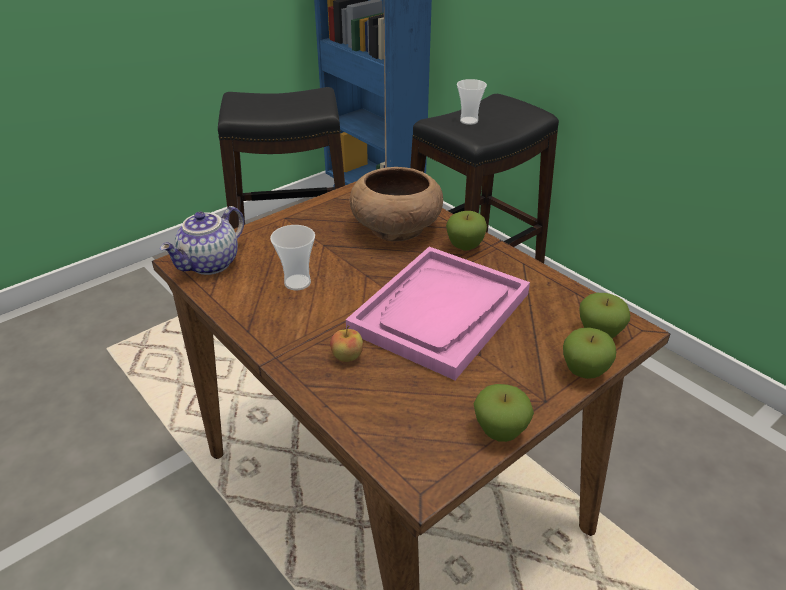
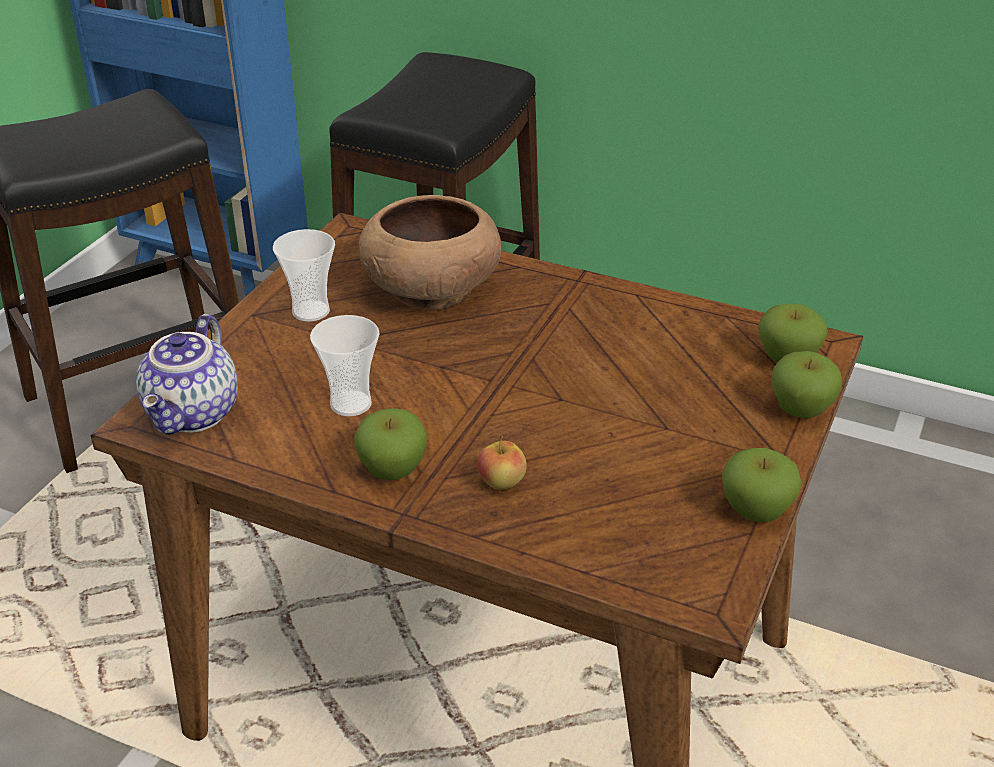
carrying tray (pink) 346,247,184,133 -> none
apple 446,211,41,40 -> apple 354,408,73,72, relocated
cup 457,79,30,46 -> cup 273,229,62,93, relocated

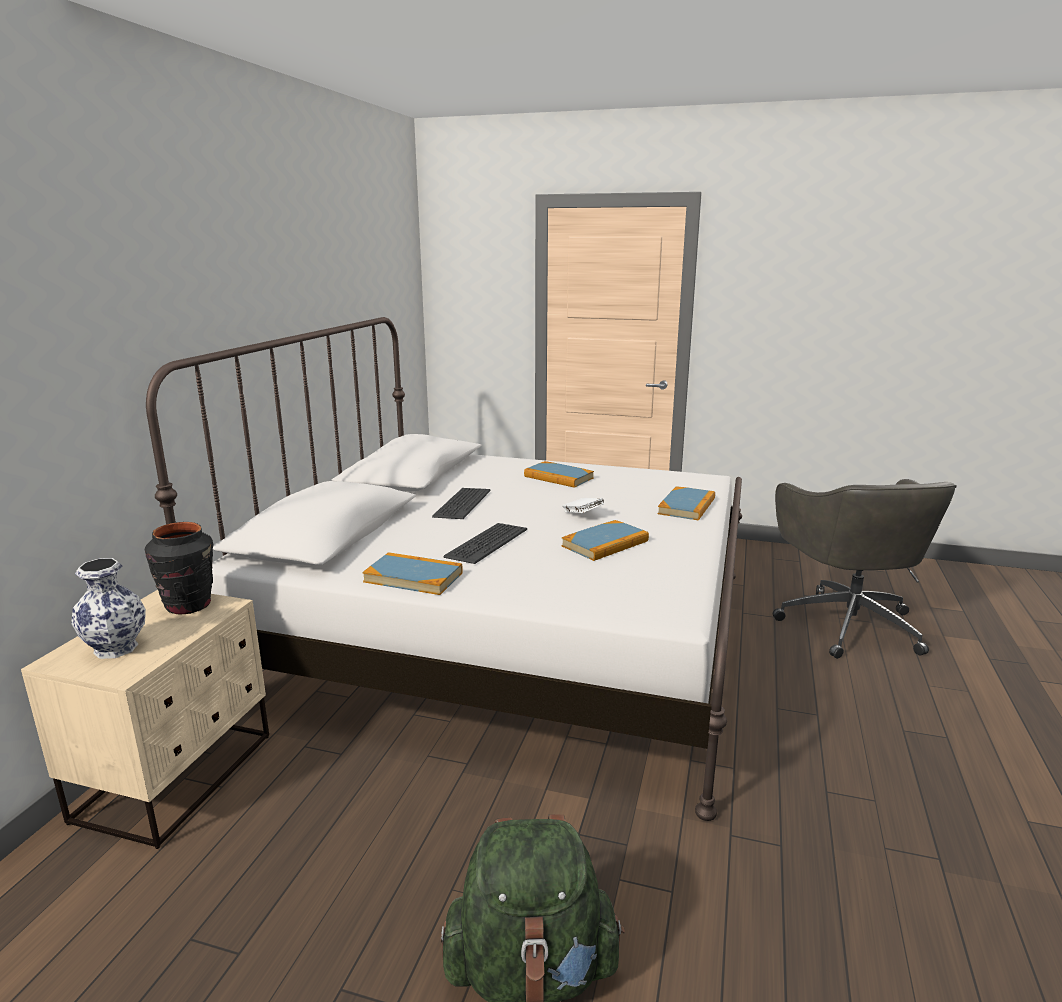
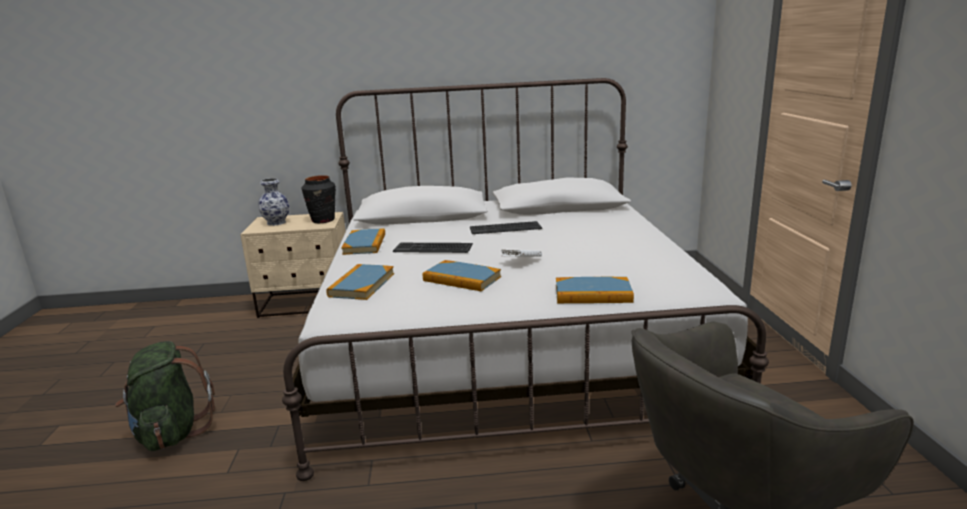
bound book 524,461,70,27 -> bound book 326,264,68,36, relocated

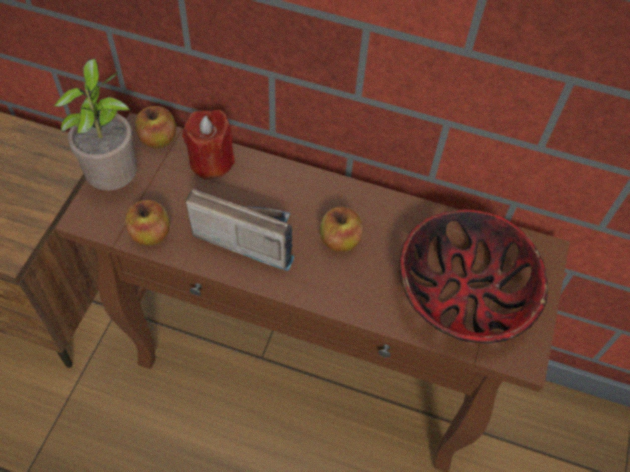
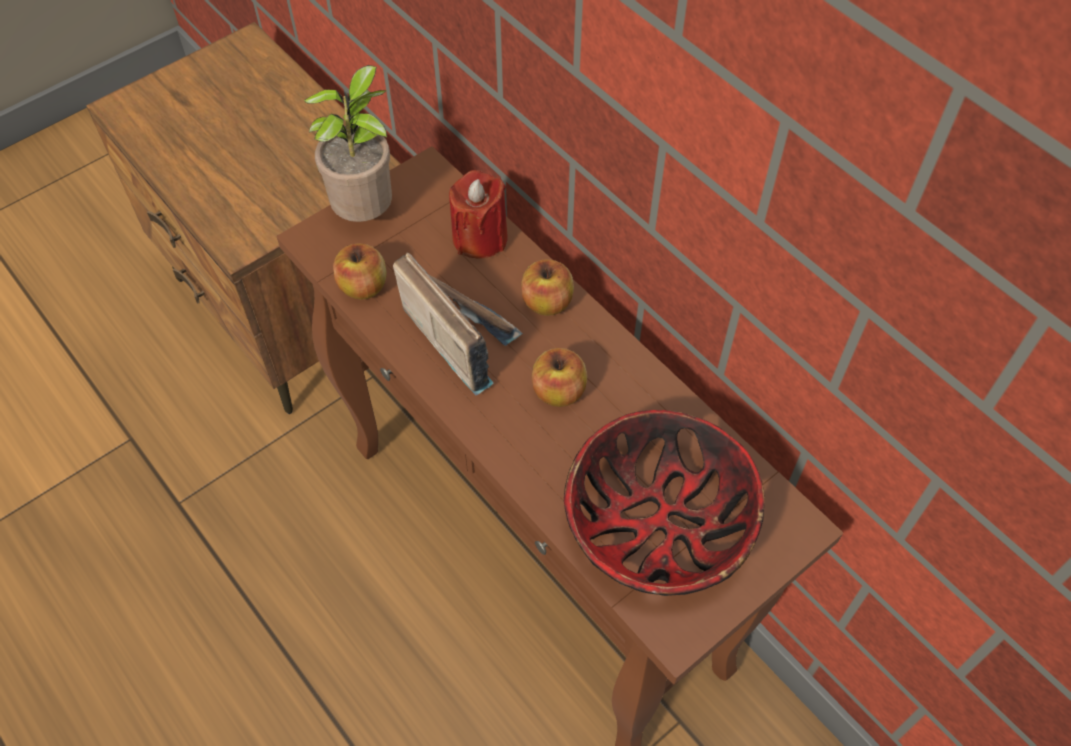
apple 135,106,41,42 -> apple 521,259,53,57, relocated

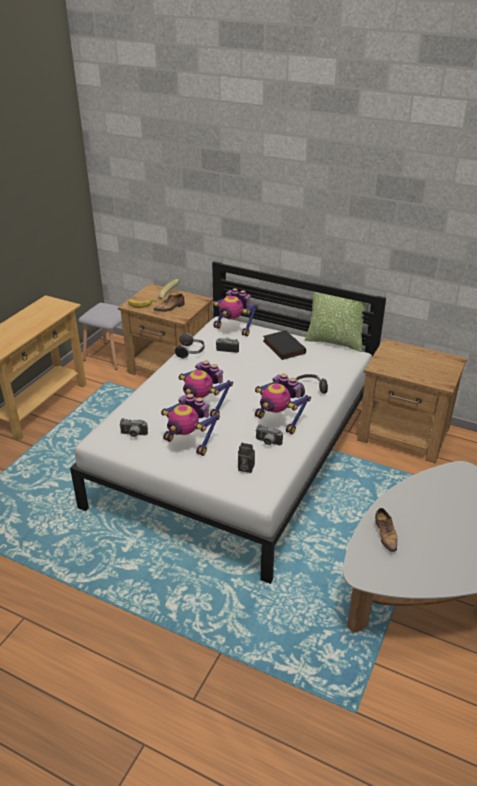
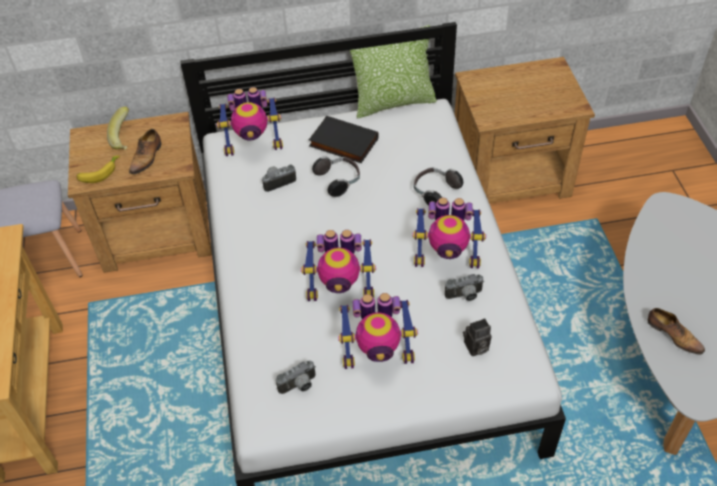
headset 175,333,29,26 -> headset 312,156,48,41, relocated

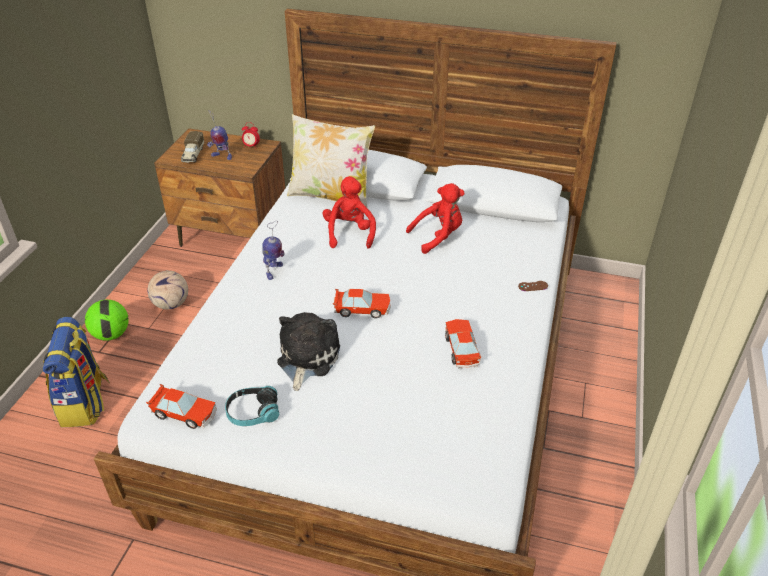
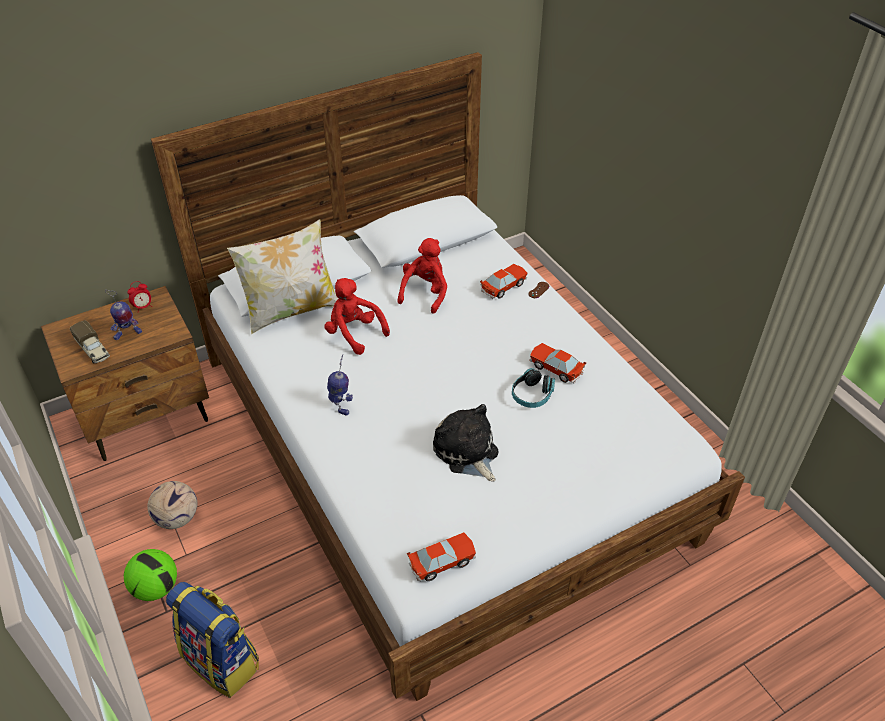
headset 225,386,54,40 -> headset 512,368,43,40, relocated
miniature car 333,289,58,29 -> miniature car 480,264,48,35, relocated

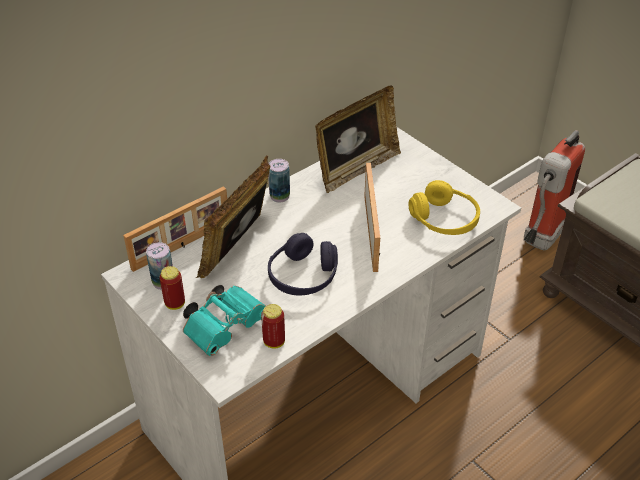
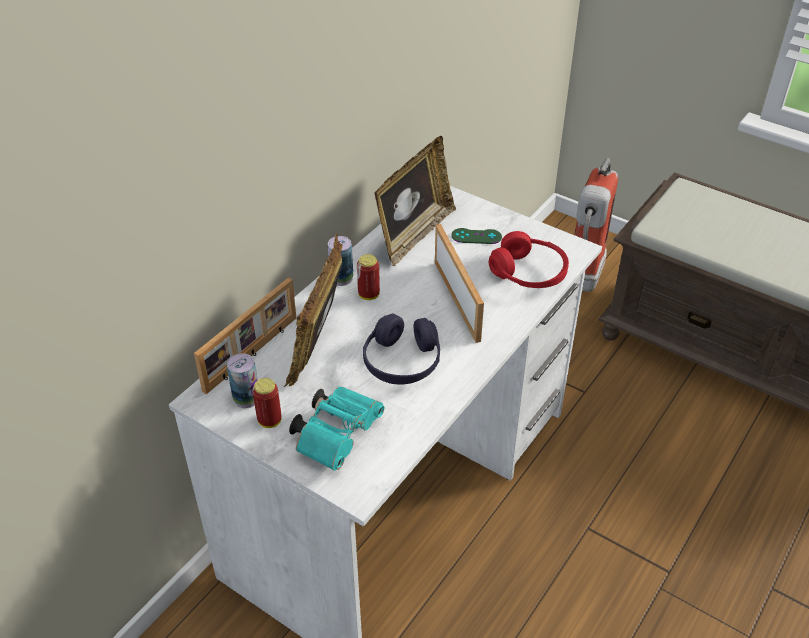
sealed can 261,304,24,45 -> sealed can 357,254,23,46, relocated
headset (yellow-coloured) 409,180,71,55 -> headset (reddish) 489,231,80,57
none -> game controller (green) 451,228,51,16

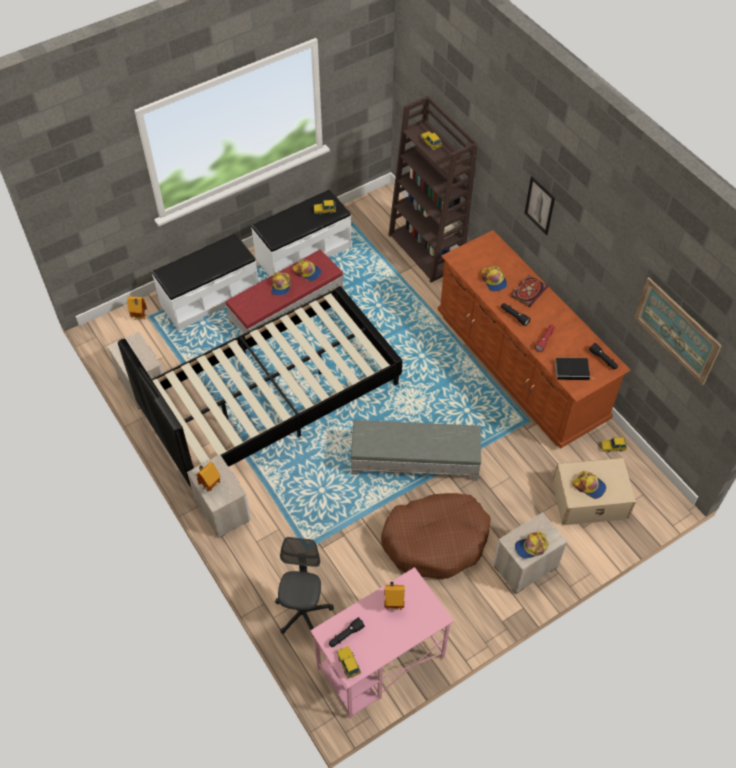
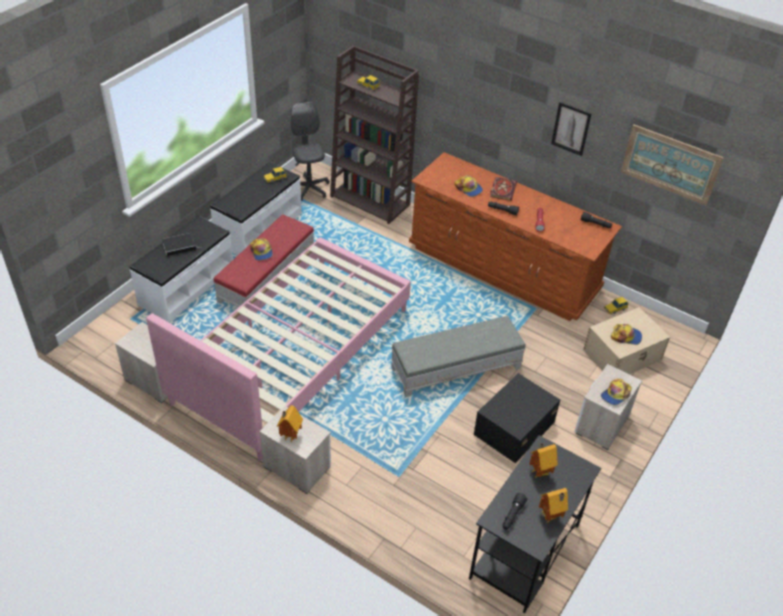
sleeping bed (blackish) 118,286,284,200 -> sleeping bed (pink) 146,237,265,224
model house 127,296,20,24 -> model house 539,488,29,34, relocated
desk chair (grey) 275,537,59,100 -> desk chair (grey) 291,102,39,99, relocated
cap 293,259,29,22 -> none
desk table (pink) 310,567,144,152 -> desk table (blackish) 469,435,132,178
miniature car 337,646,24,33 -> none
dog cushion (brown) 381,493,110,86 -> storage container (blackish) 474,373,86,90
wall art 524,176,31,59 -> wall art 551,102,40,54, relocated
bound book 555,358,38,22 -> bound book 162,233,34,23, relocated

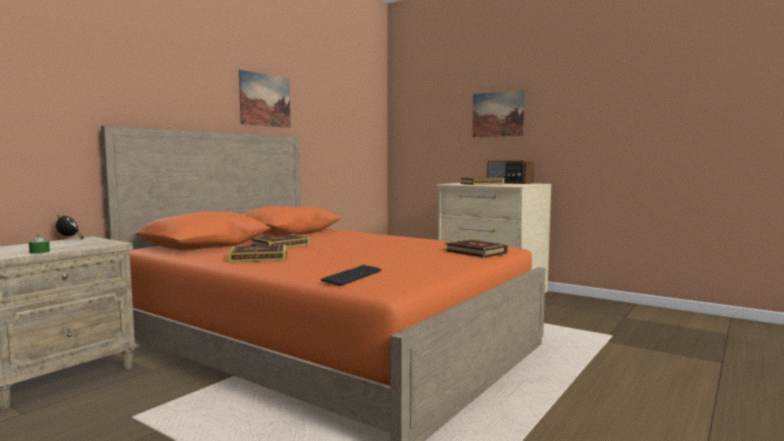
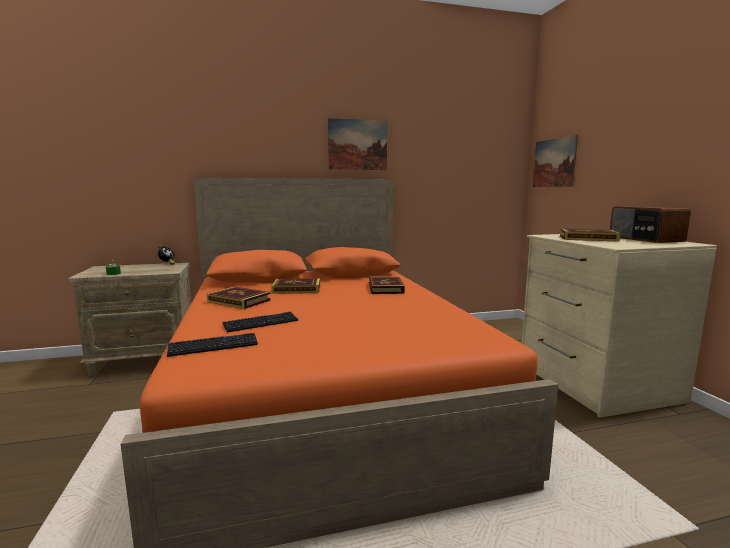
bound book 444,239,64,19 -> bound book 369,276,36,18, relocated
wall art 472,90,53,47 -> wall art 533,135,45,52, relocated
none -> computer keyboard 222,312,76,20

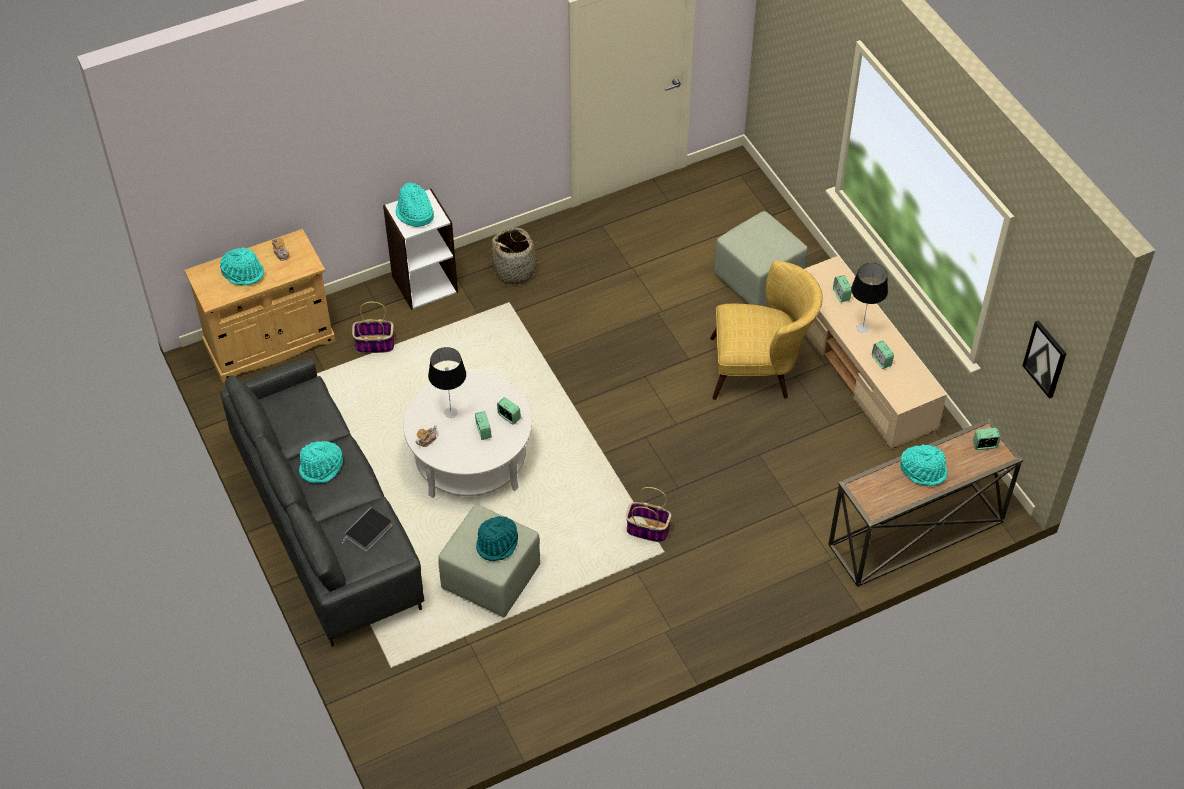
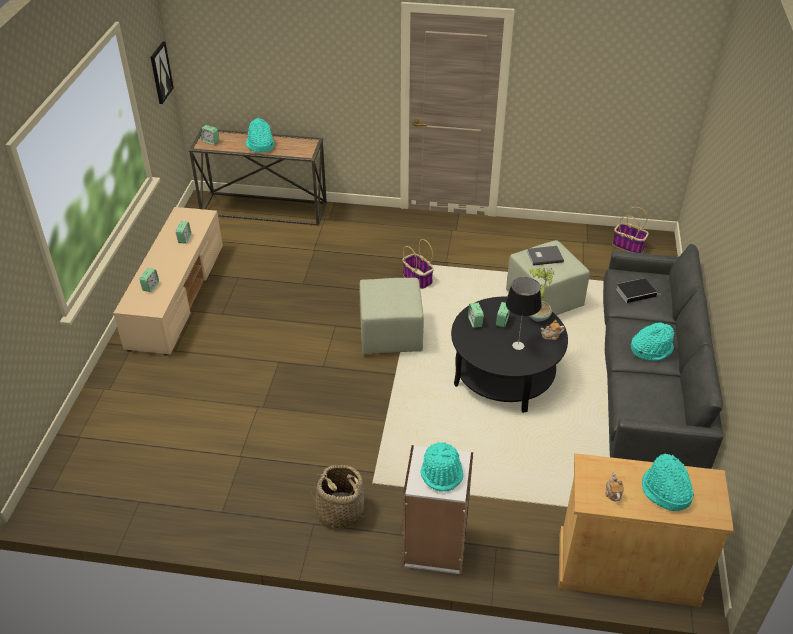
storage basket 352,302,42,51 -> storage basket 612,207,37,46, relocated
coffee table (white) 403,371,129,127 -> coffee table (blackish) 451,297,117,116
hat (turquoise) 476,516,42,45 -> bound book (grey) 527,246,37,20
armchair (yellow-coloured) 710,261,113,139 -> none
pouffe (green) 714,211,94,95 -> pouffe (green) 359,278,65,76, relocated
lamp for a table 851,263,37,70 -> none
none -> plant in a pot 529,267,25,54

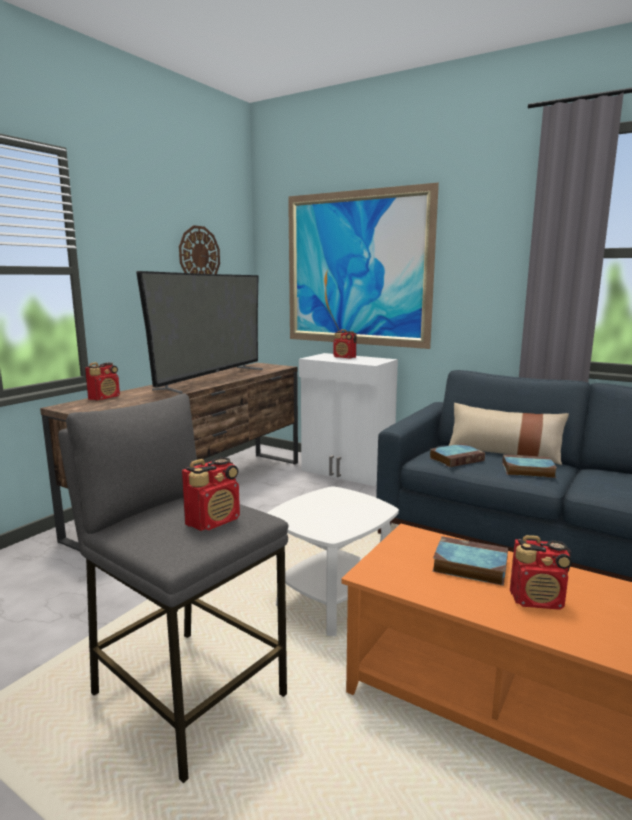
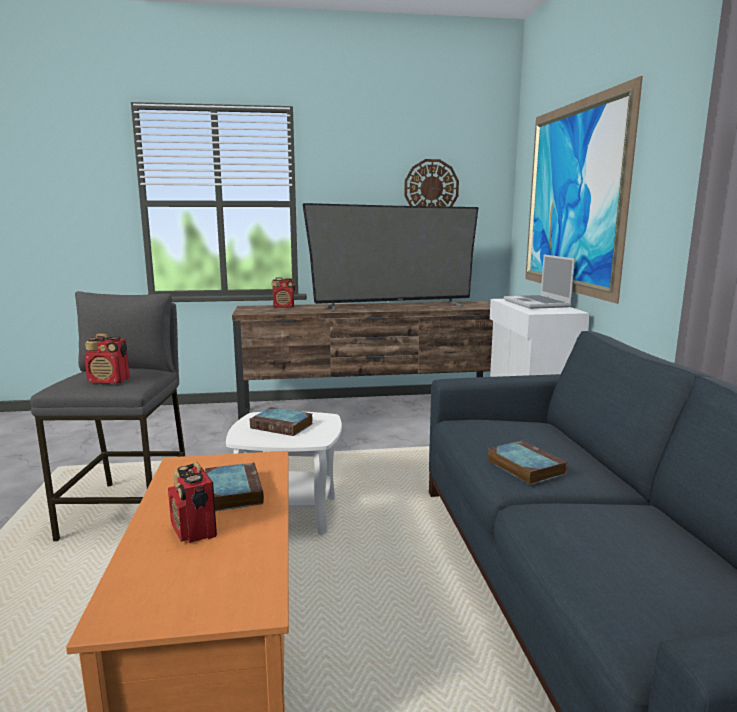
radio 333,329,24,30 -> laptop 504,254,71,55
bound book 430,444,55,23 -> bound book 250,407,63,29, relocated
cushion (beige-coloured) 449,403,120,62 -> none

